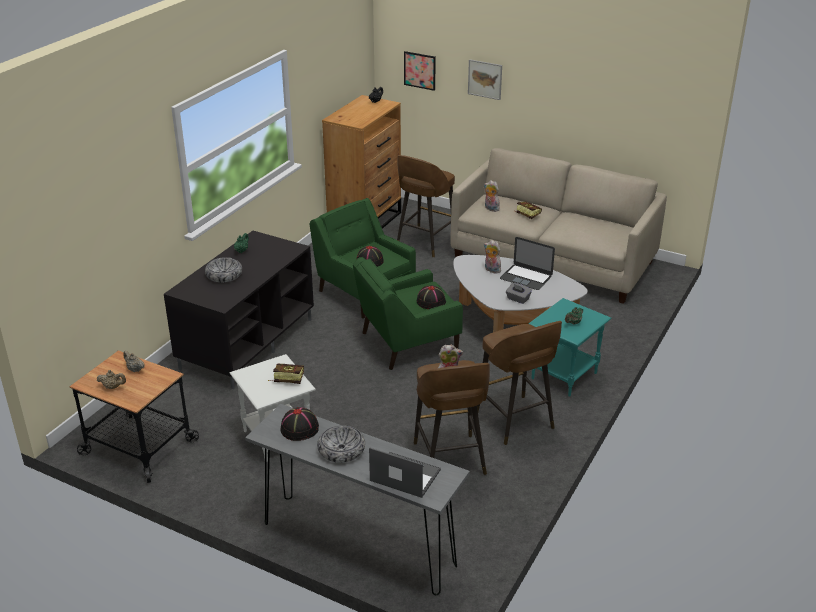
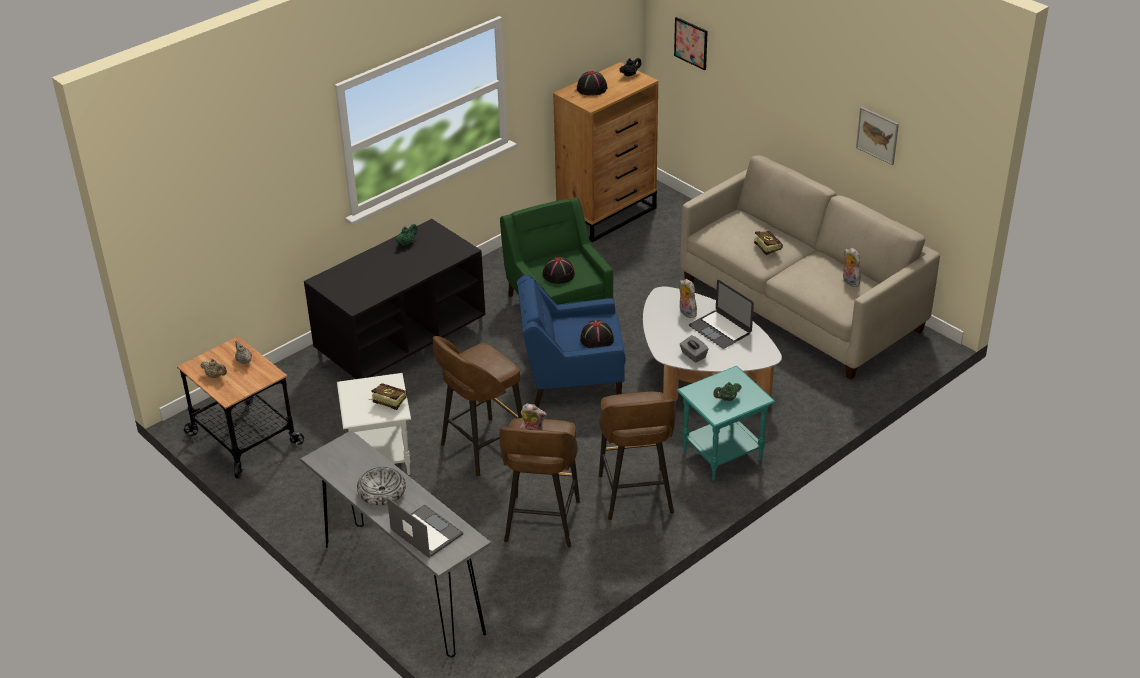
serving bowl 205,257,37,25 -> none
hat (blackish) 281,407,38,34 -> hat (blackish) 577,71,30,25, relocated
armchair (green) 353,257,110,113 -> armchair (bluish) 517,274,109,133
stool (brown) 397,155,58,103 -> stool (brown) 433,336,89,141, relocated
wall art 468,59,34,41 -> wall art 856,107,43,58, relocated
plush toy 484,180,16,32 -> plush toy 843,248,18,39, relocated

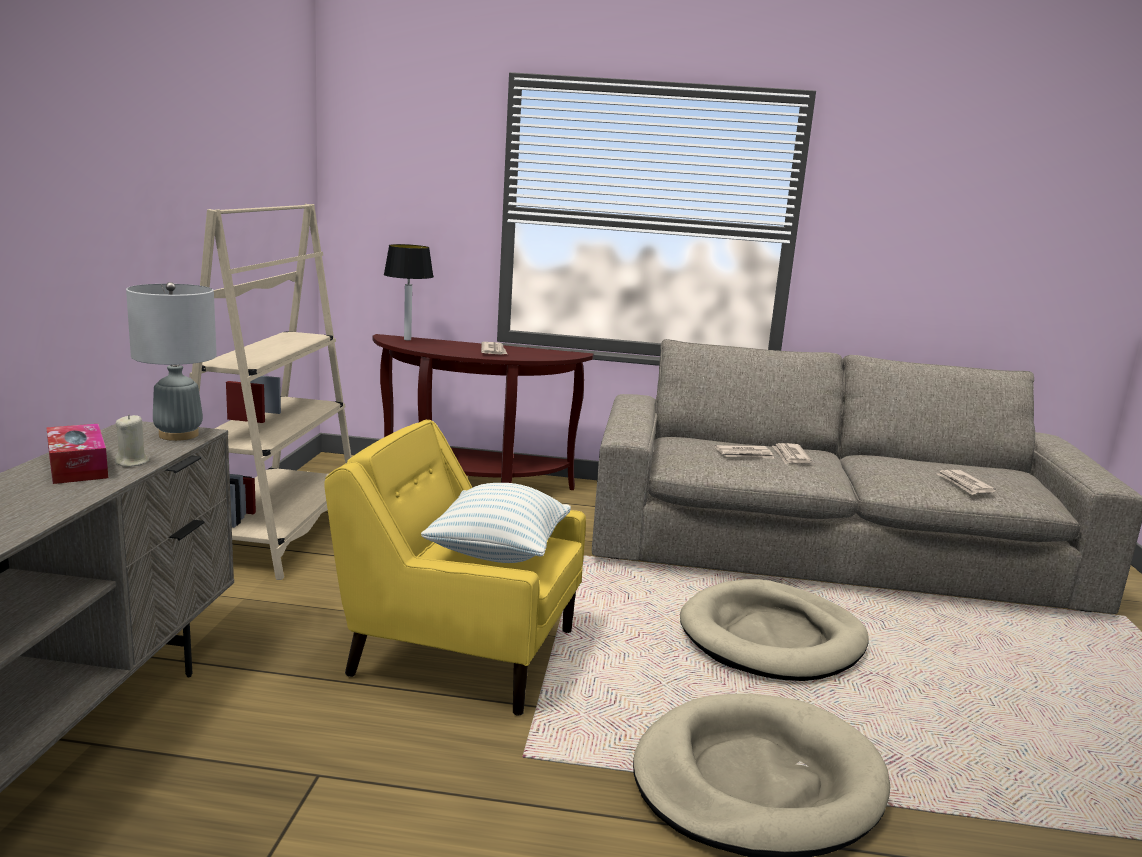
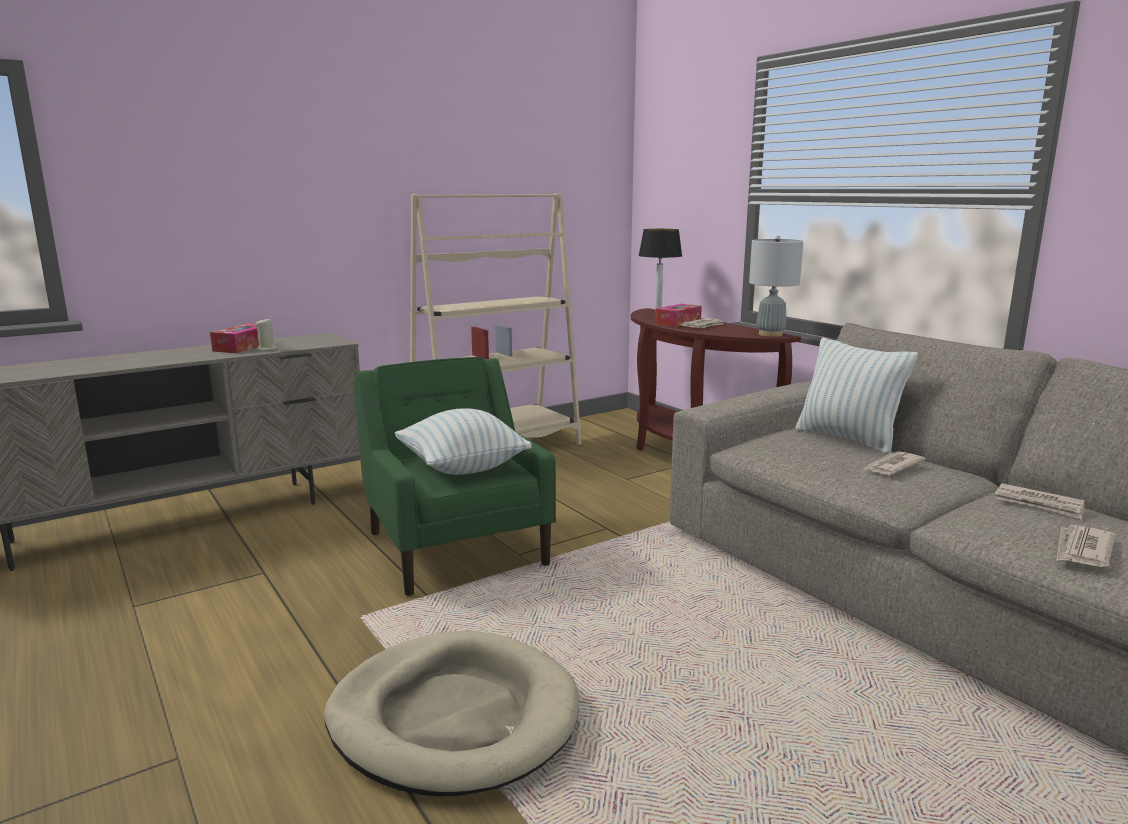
lamp for a table (grey) 126,282,91,159 -> lamp for a table (grey) 749,236,54,101, relocated
armchair (yellow-coloured) 324,420,262,296 -> armchair (green) 354,357,202,239
dog cushion (beige-coloured) 680,579,188,102 -> none
printed paper 715,445,60,14 -> printed paper 995,483,90,36, relocated
none -> tissue box 655,304,47,23
none -> cushion 795,338,123,116

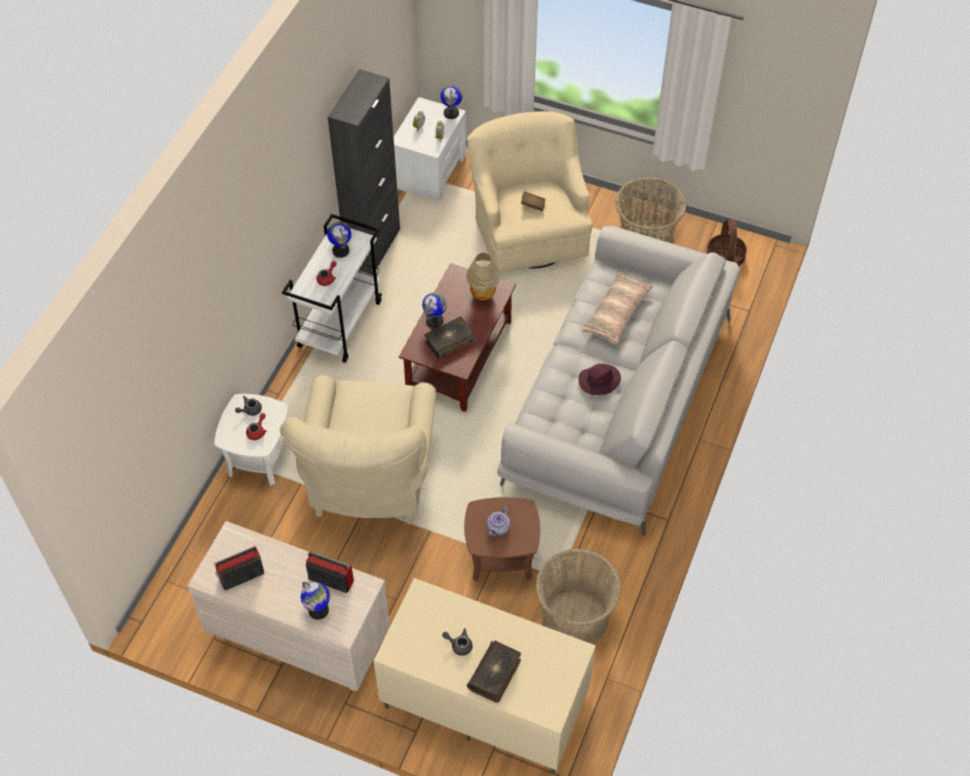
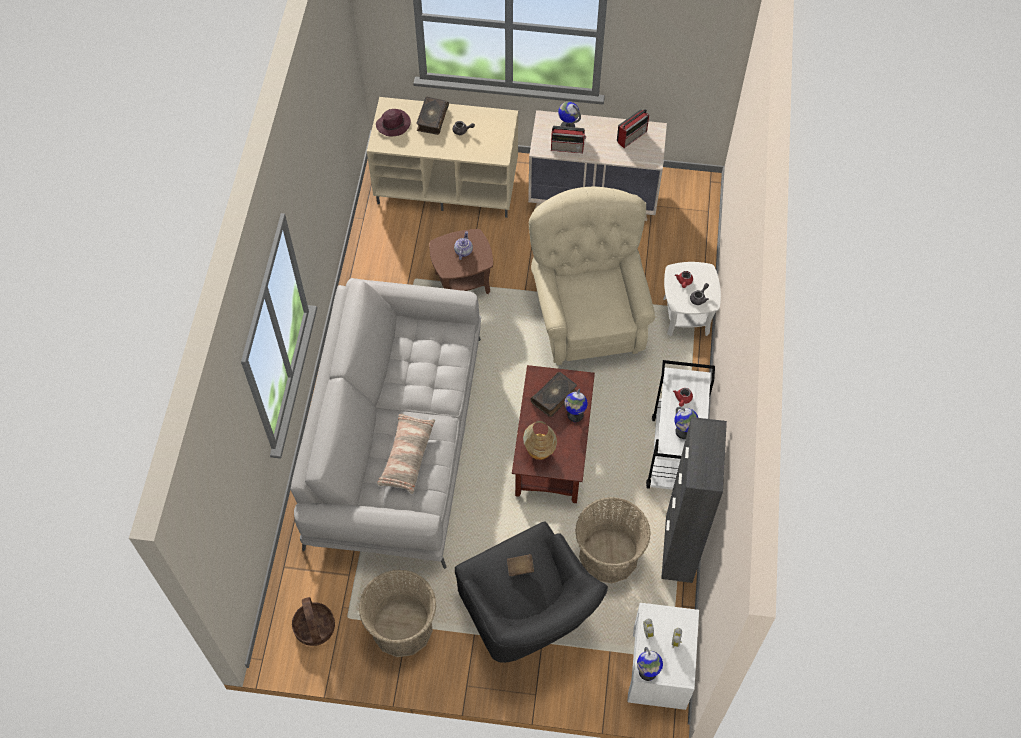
armchair (beige-coloured) 467,111,125,162 -> armchair (blackish) 455,521,153,142
storage basket 536,549,85,95 -> storage basket 575,497,76,86, relocated
hat (purple) 578,364,43,31 -> hat (purple) 376,109,35,27, relocated

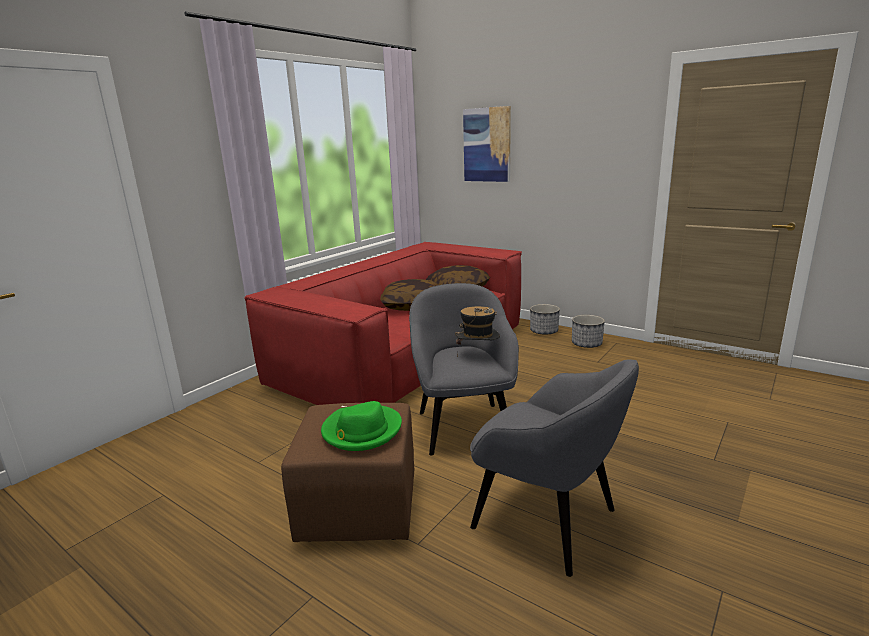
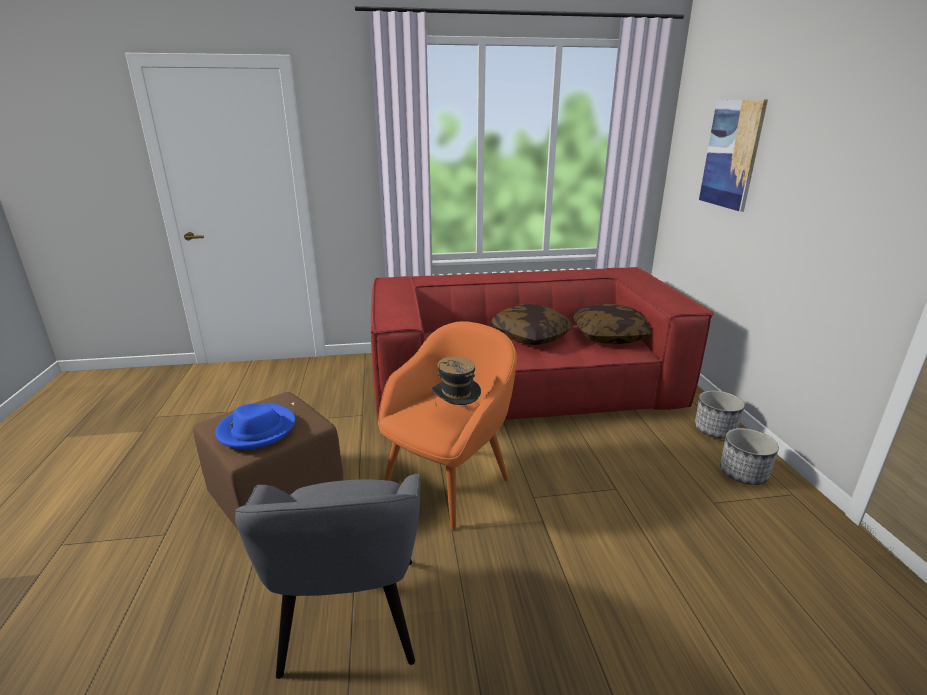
hat (green) 321,401,81,50 -> hat (bluish) 215,403,80,46
armchair (grey) 409,283,110,173 -> armchair (orangey) 378,321,139,209

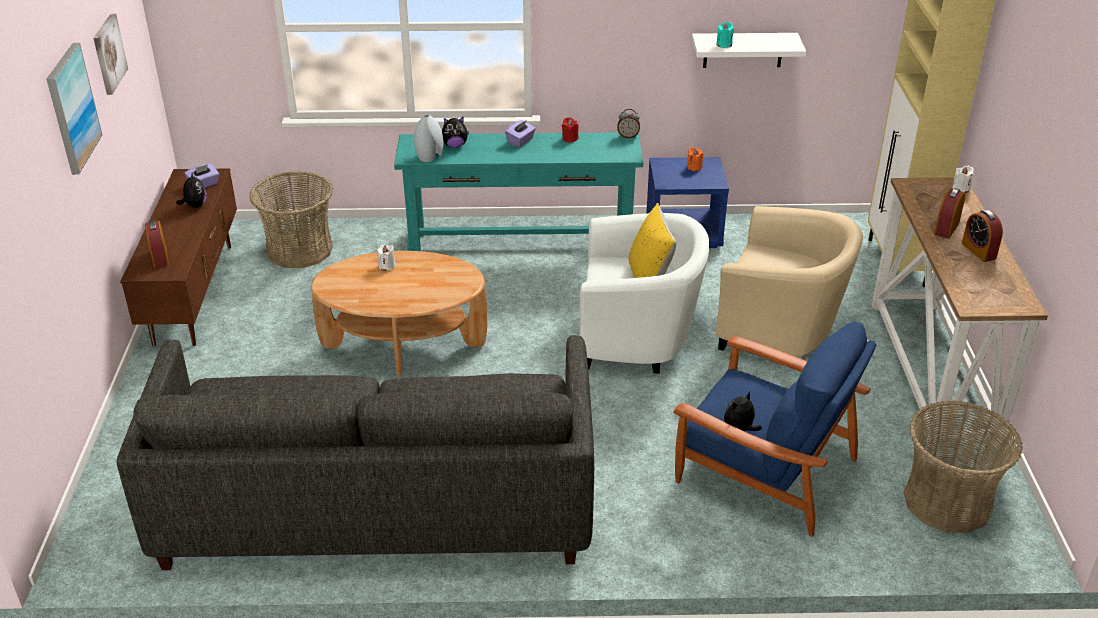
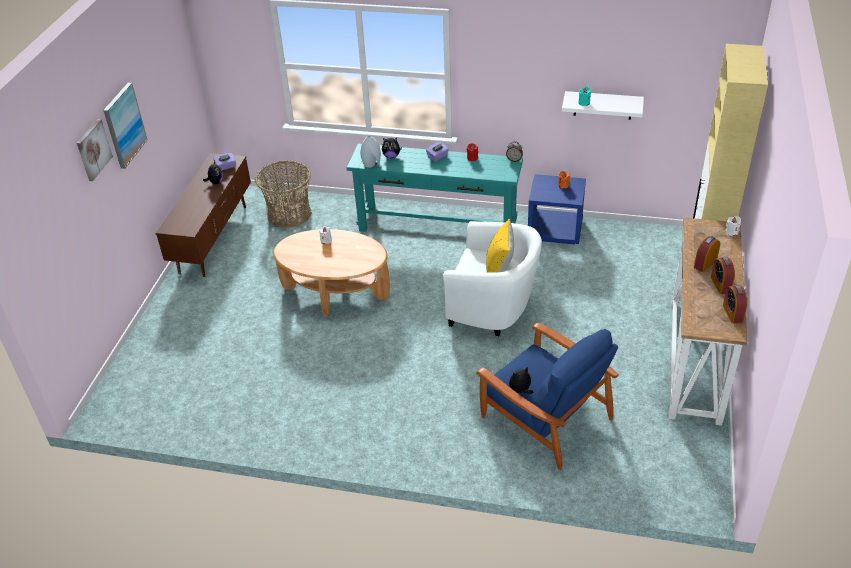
wall art 93,13,35,82 -> wall art 77,119,36,62, relocated
sofa (grey) 117,335,477,235 -> none
alarm clock 145,220,24,48 -> alarm clock 723,285,24,39, relocated
armchair (beige-coloured) 716,206,147,150 -> none
storage basket 903,400,120,133 -> none

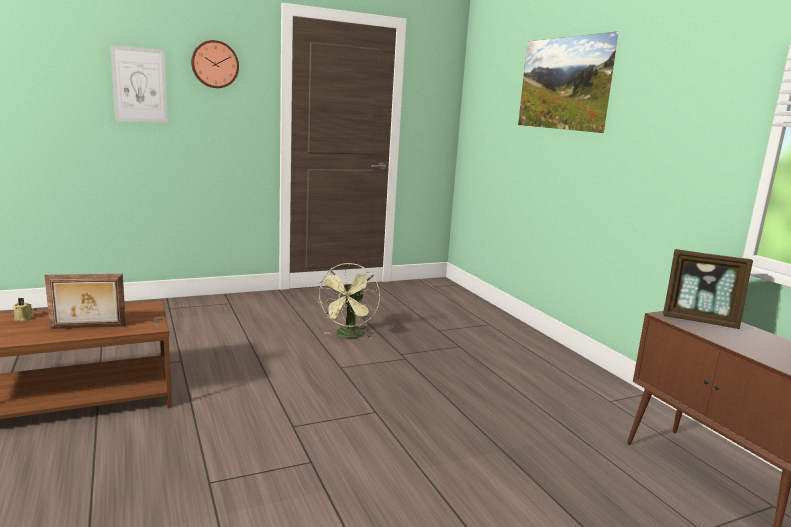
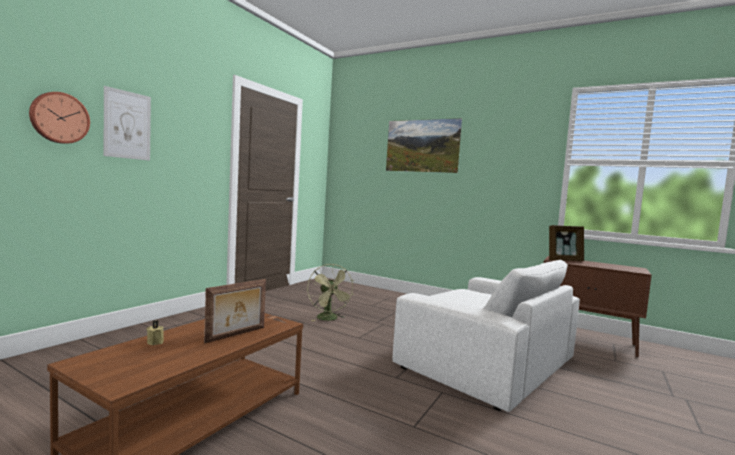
clock on the wall 191,40,48,48 -> clock on the wall 29,92,61,52, relocated
none -> armchair (white) 392,260,188,152

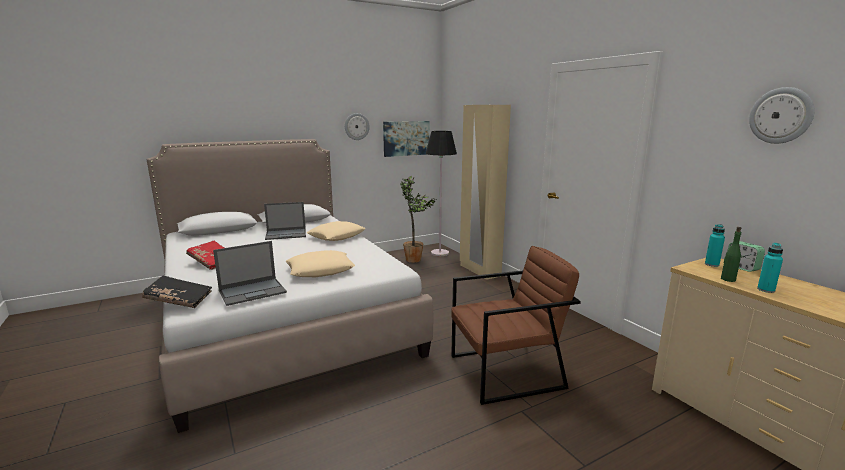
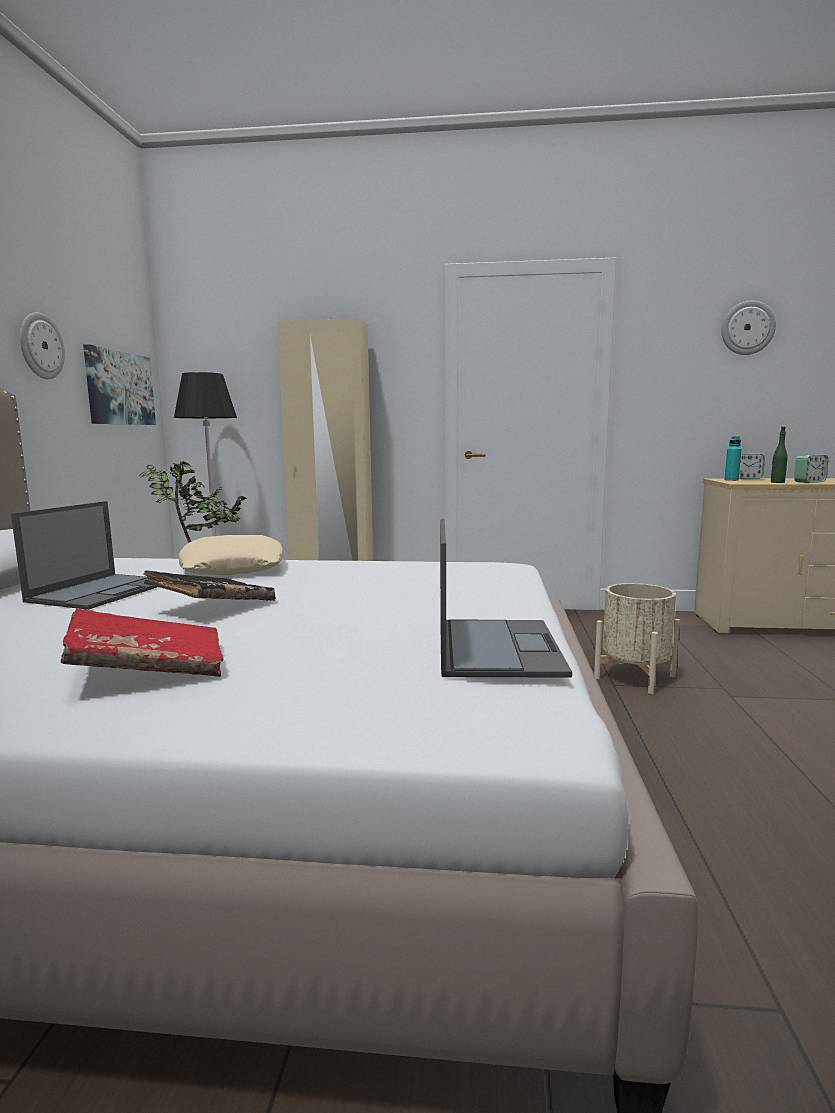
bound book (blackish) 142,276,70,32 -> bound book (blackish) 143,570,133,31, relocated
cushion (beige-coloured) 286,250,69,27 -> none
armchair (brown) 451,246,130,159 -> plant pot (beige-coloured) 594,583,86,111
bottle (turquoise) 757,243,26,50 -> alarm clock 794,454,34,29

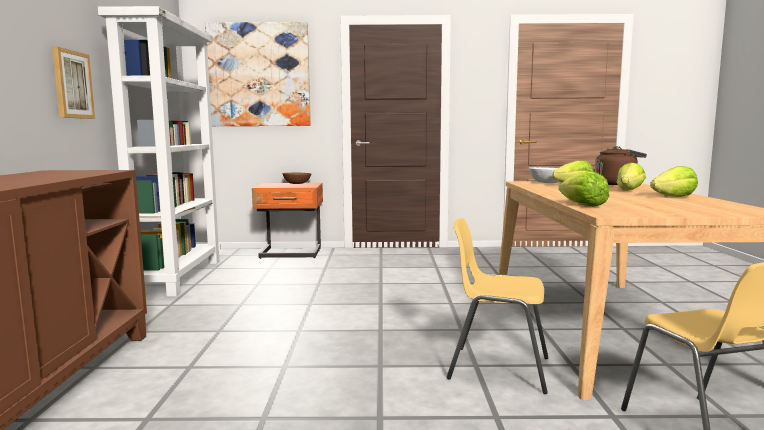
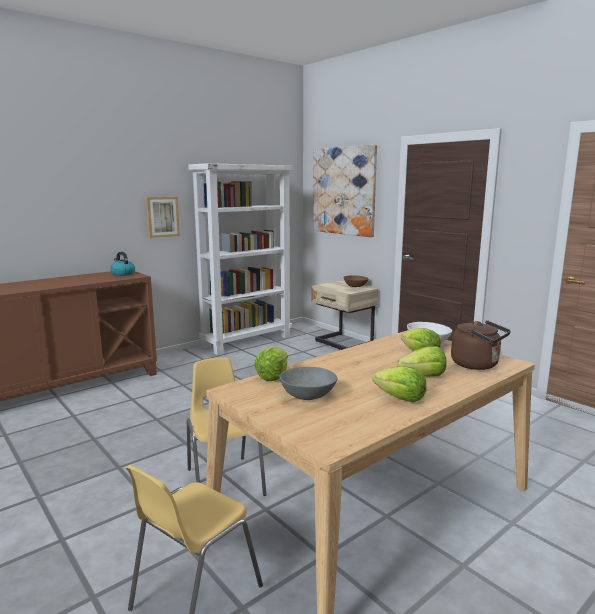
bedside table (orangey) 252,183,71,76 -> bedside table (beige-coloured) 311,281,67,69
none -> water kettle 110,252,25,24
none -> serving bowl (grey) 279,367,58,33

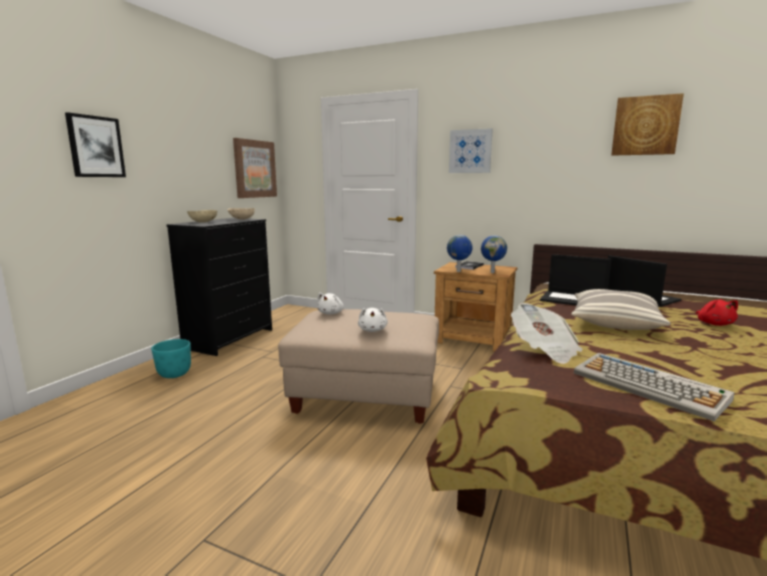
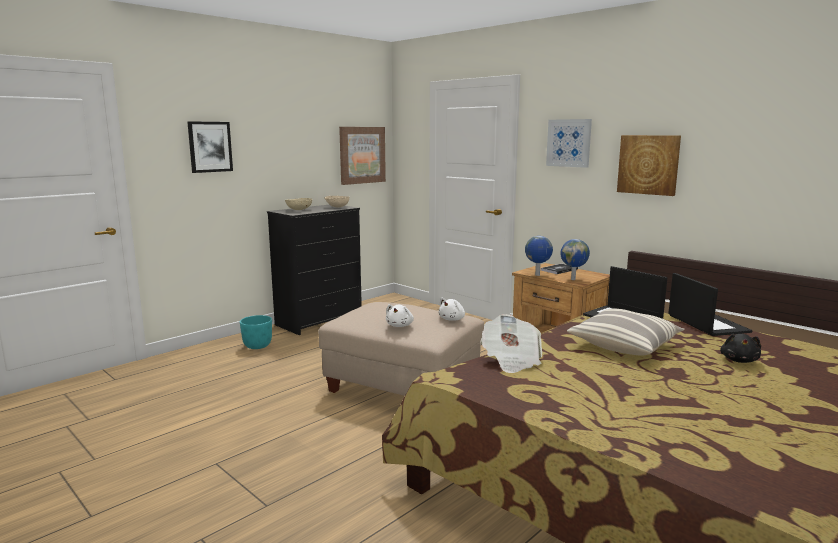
plush toy (white) 317,293,27,21 -> plush toy (white) 439,298,26,23, relocated
computer keyboard 574,353,160,68 -> none
wall art 611,93,73,63 -> wall art 617,135,64,61, relocated
plush toy (reddish) 696,299,42,27 -> plush toy (blackish) 720,333,41,30

